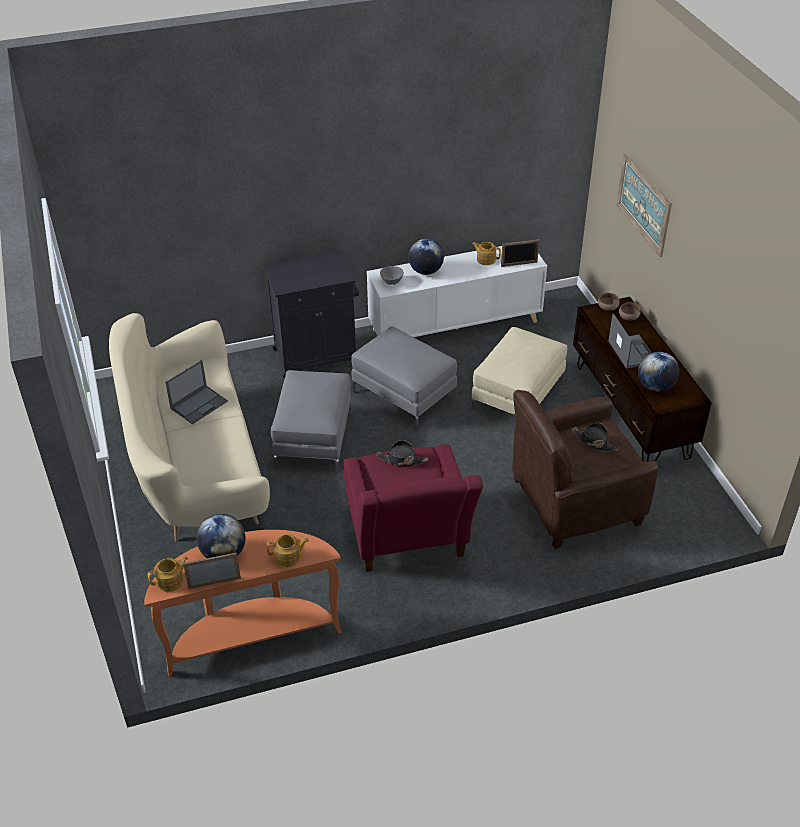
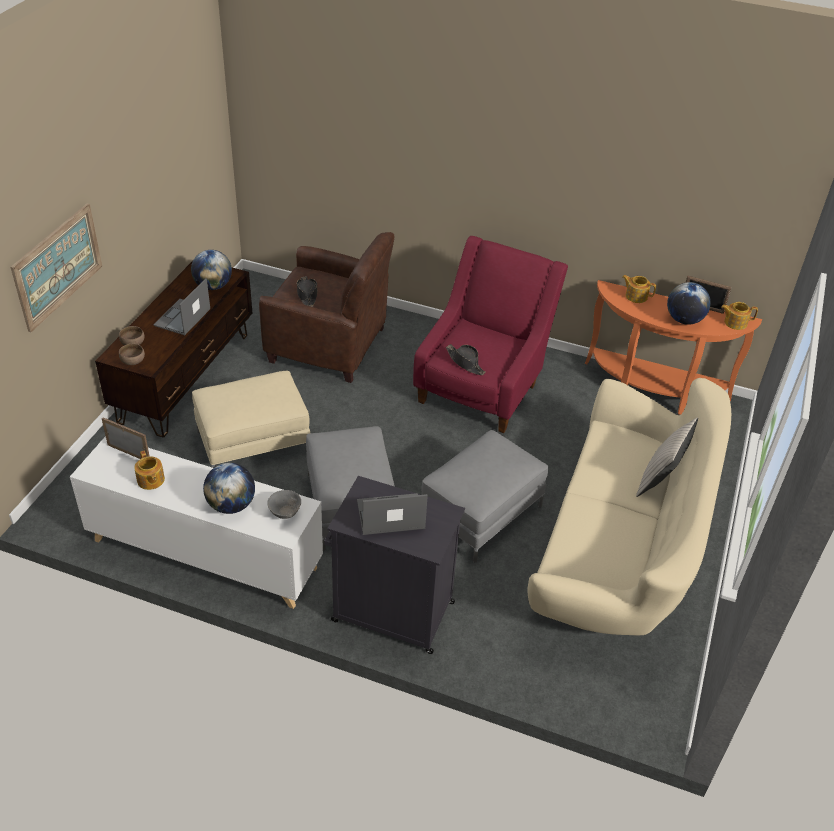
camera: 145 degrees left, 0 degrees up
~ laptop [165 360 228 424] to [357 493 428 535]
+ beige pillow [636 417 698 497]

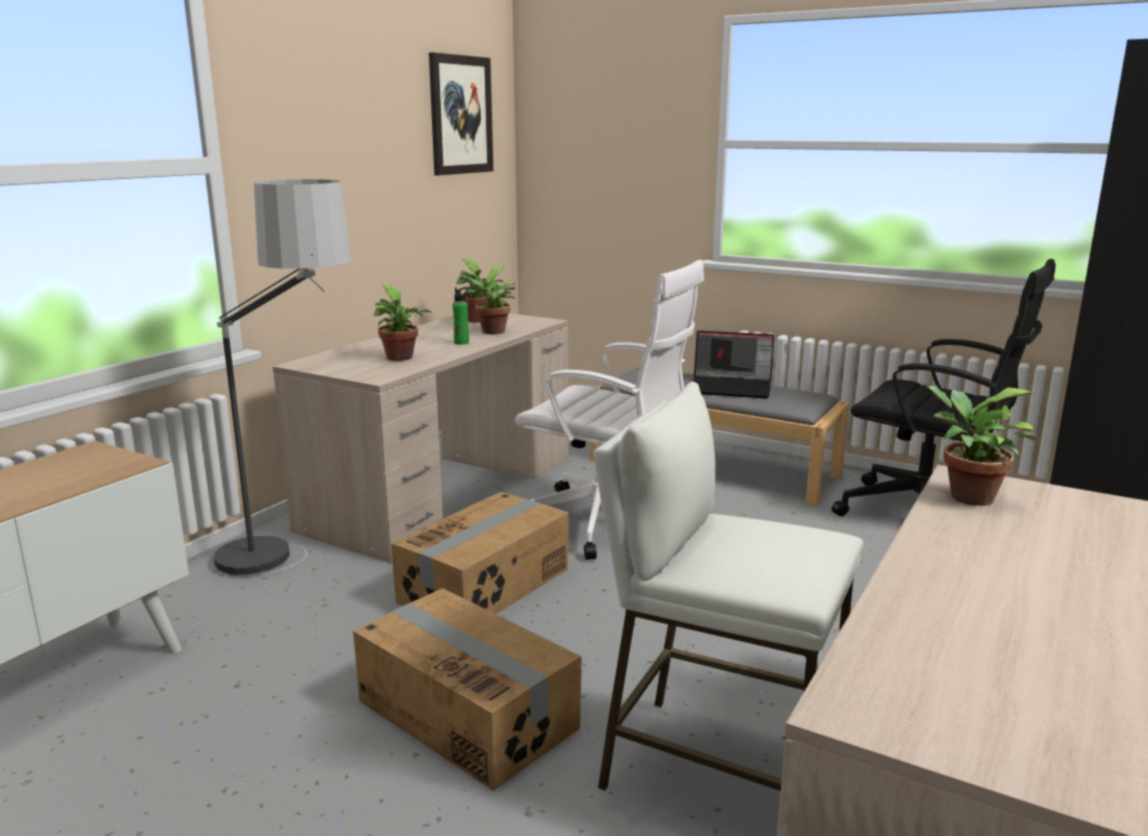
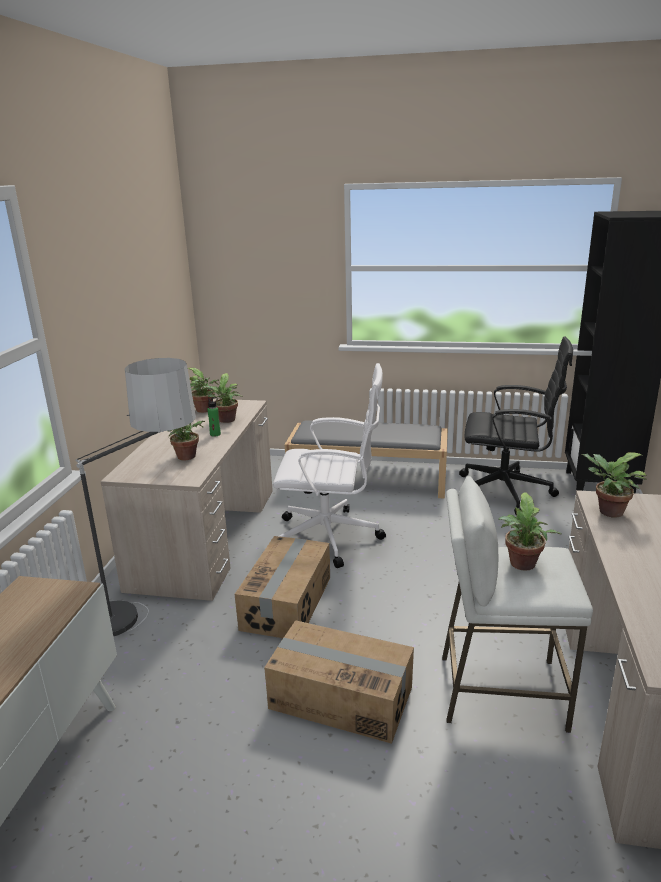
camera: 20 degrees left, 5 degrees up
- picture [429 52 493 176]
- laptop [692 331 775 399]
+ potted plant [498 492 561 571]

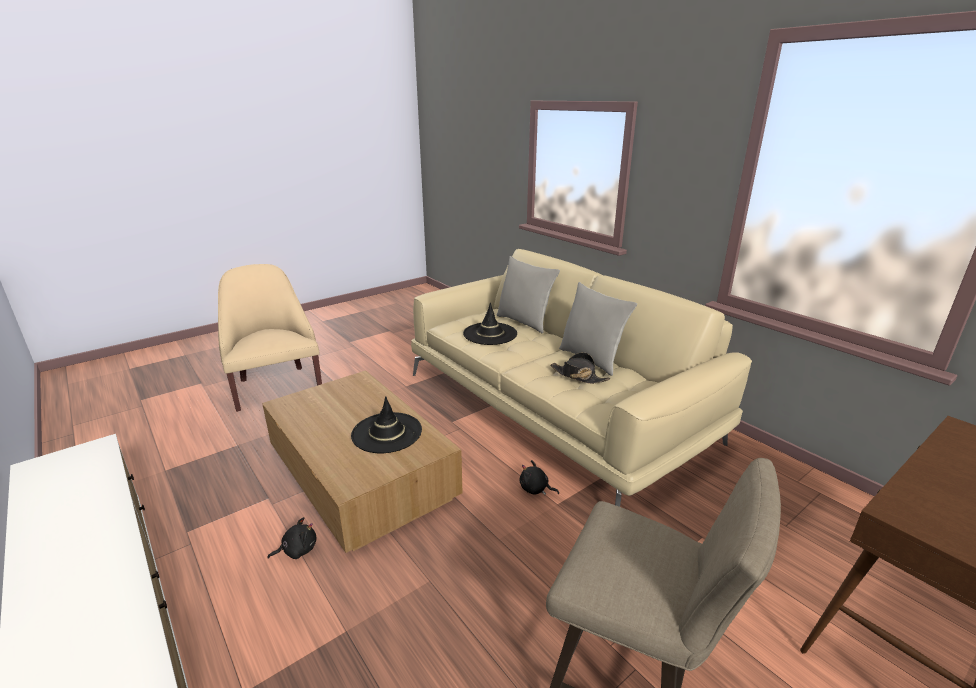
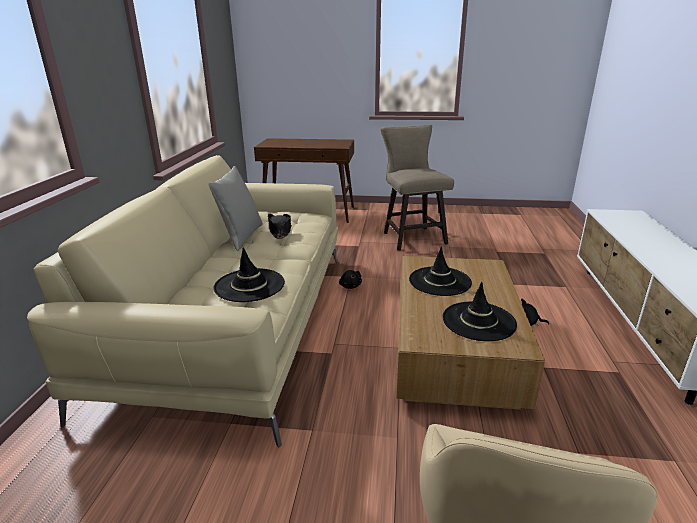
camera: 135 degrees left, 0 degrees up
- grey pillow [497 256 560 333]
+ black hat [443 282 517 341]

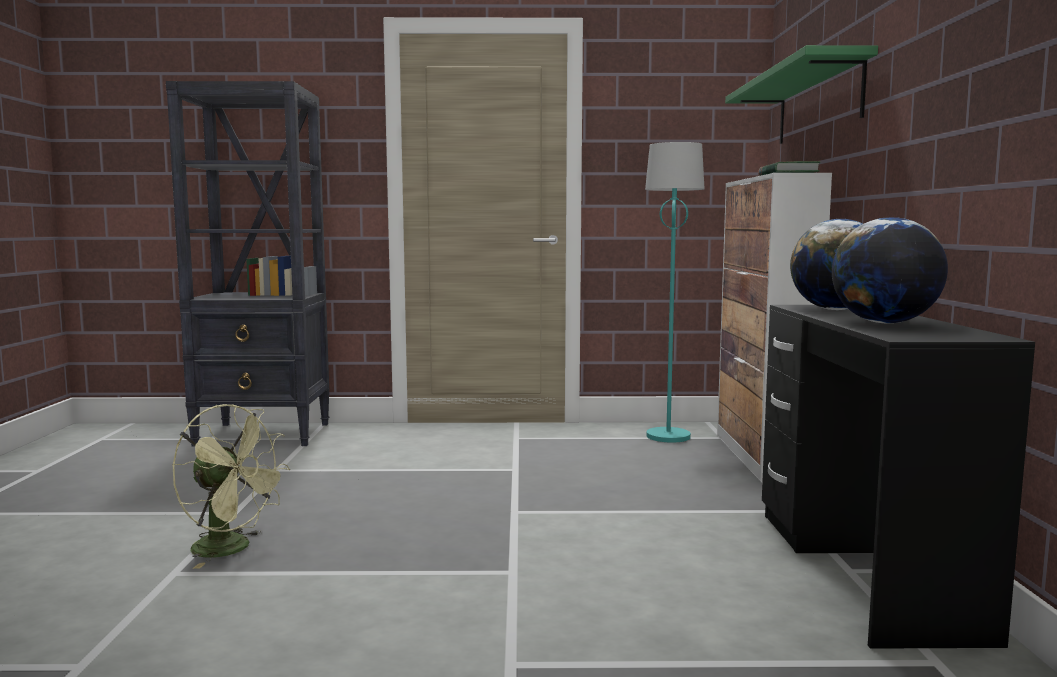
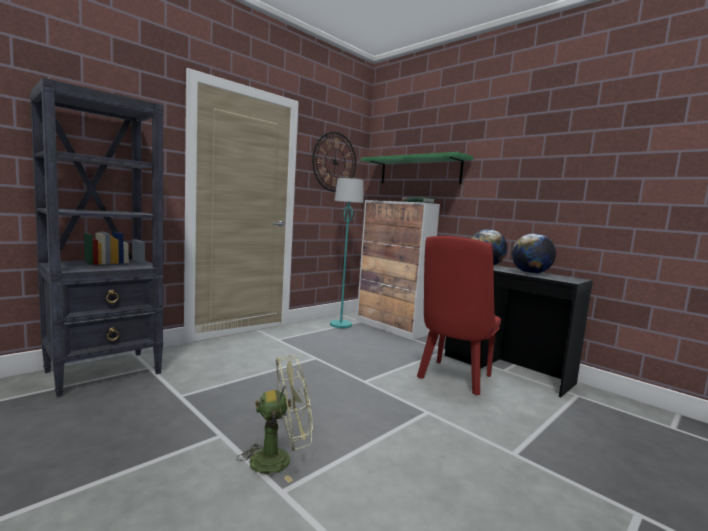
camera: 45 degrees left, 0 degrees up
+ wall clock [312 132 356 192]
+ red chair [417 236 501 395]

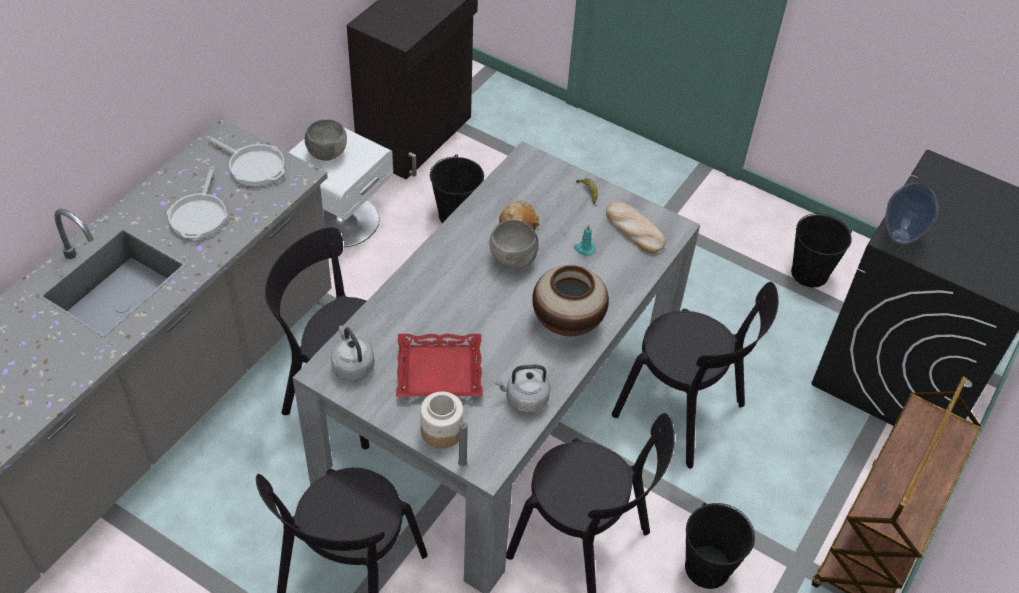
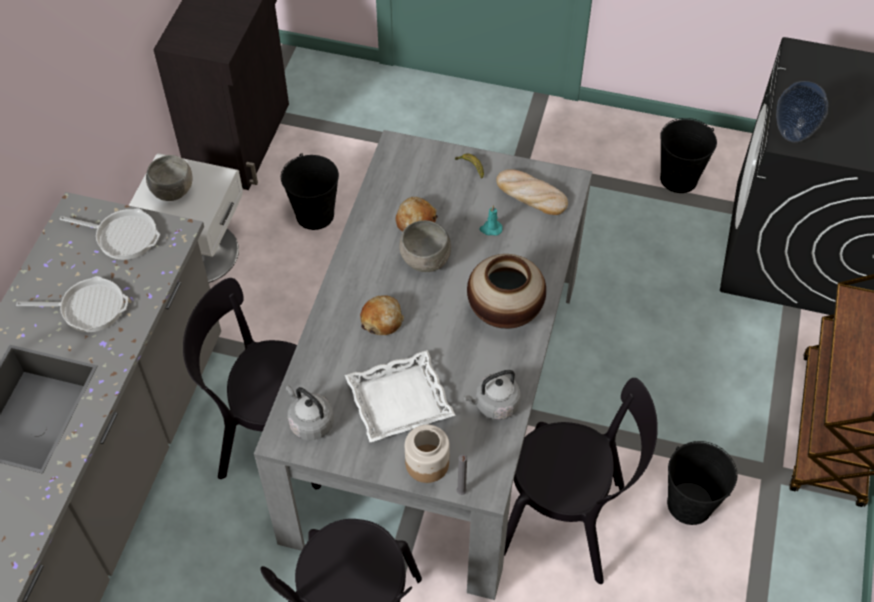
camera: 15 degrees left, 5 degrees up
~ frying pan [167 166 228 239] = [16 276 128 332] 75 degrees counterclockwise
- black chair [612 282 779 469]
~ red tray [396 334 483 397] to white tray [345 350 456 442]
+ bread [360 295 404 335]

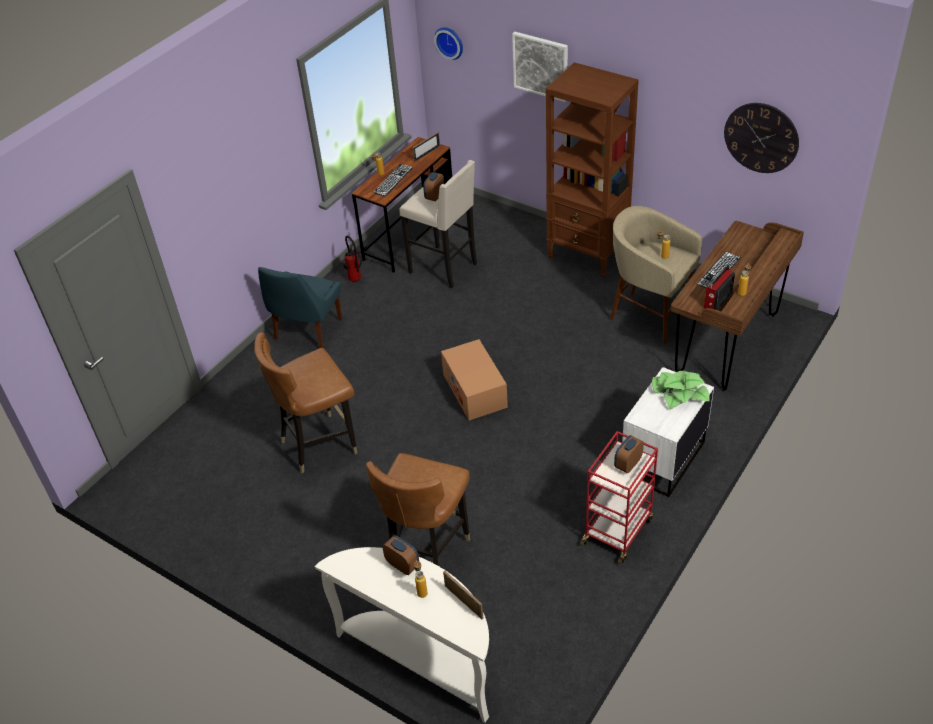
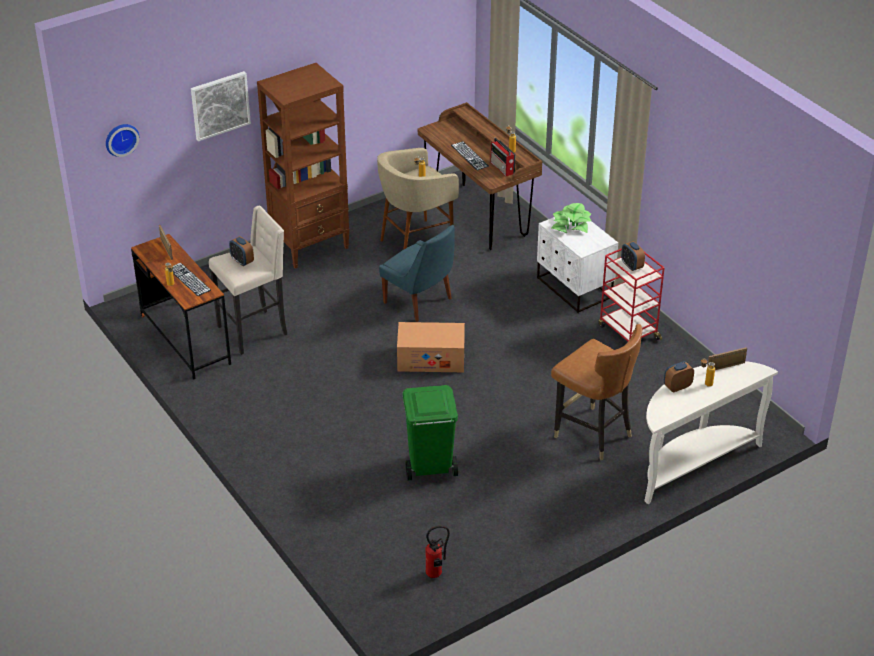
camera: 70 degrees left, 5 degrees down
- wall clock [724 103 799 173]
~ fire extinguisher [343 235 362 283] to [425 525 450 578]
~ blue chair [258 267 342 348] to [379 225 455 322]
~ brown chair [254 332 357 474] to green trash can [402 385 458 481]

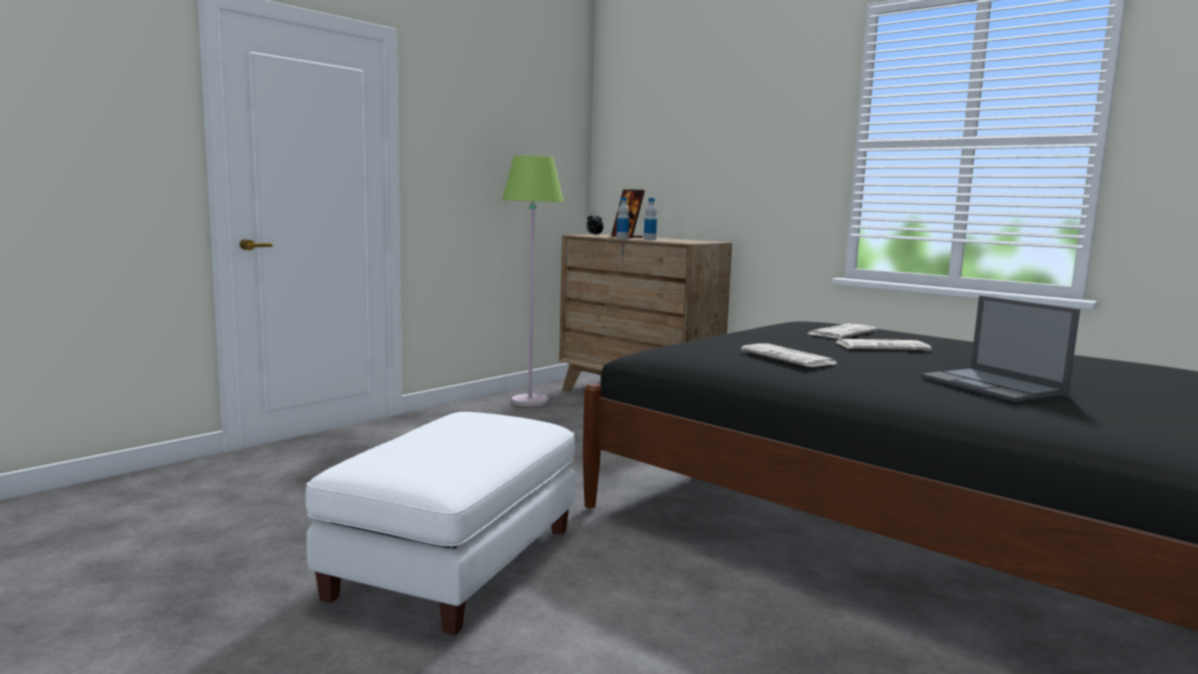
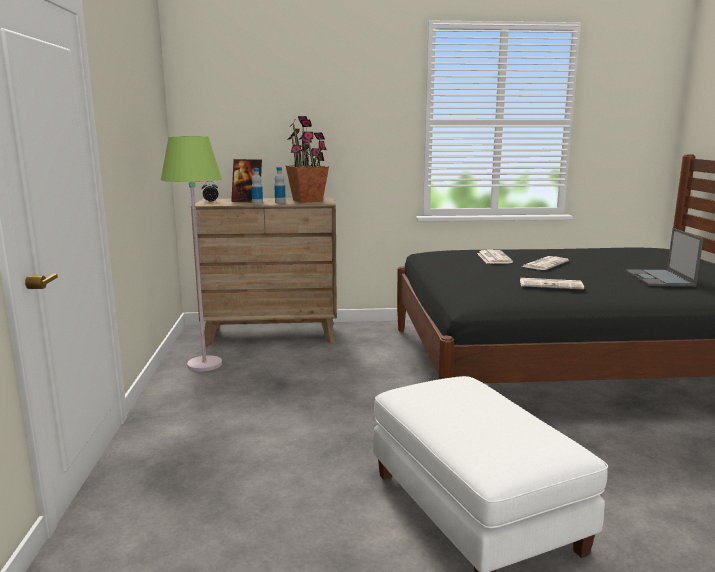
camera: 45 degrees left, 5 degrees up
~ laptop [920 296 1080 402] = [625 228 703 287] 75 degrees clockwise
+ potted plant [286 116 329 203]

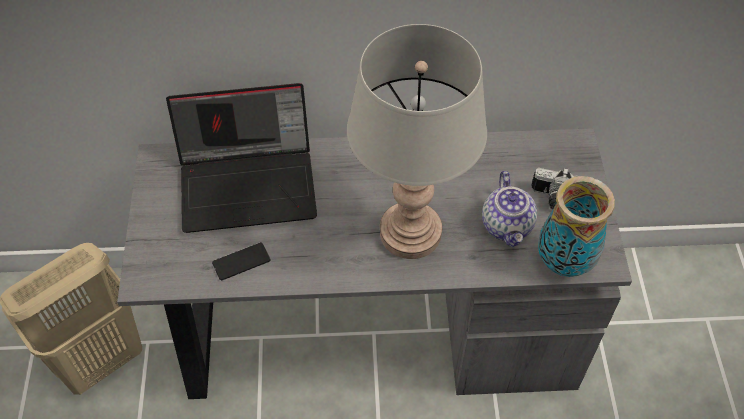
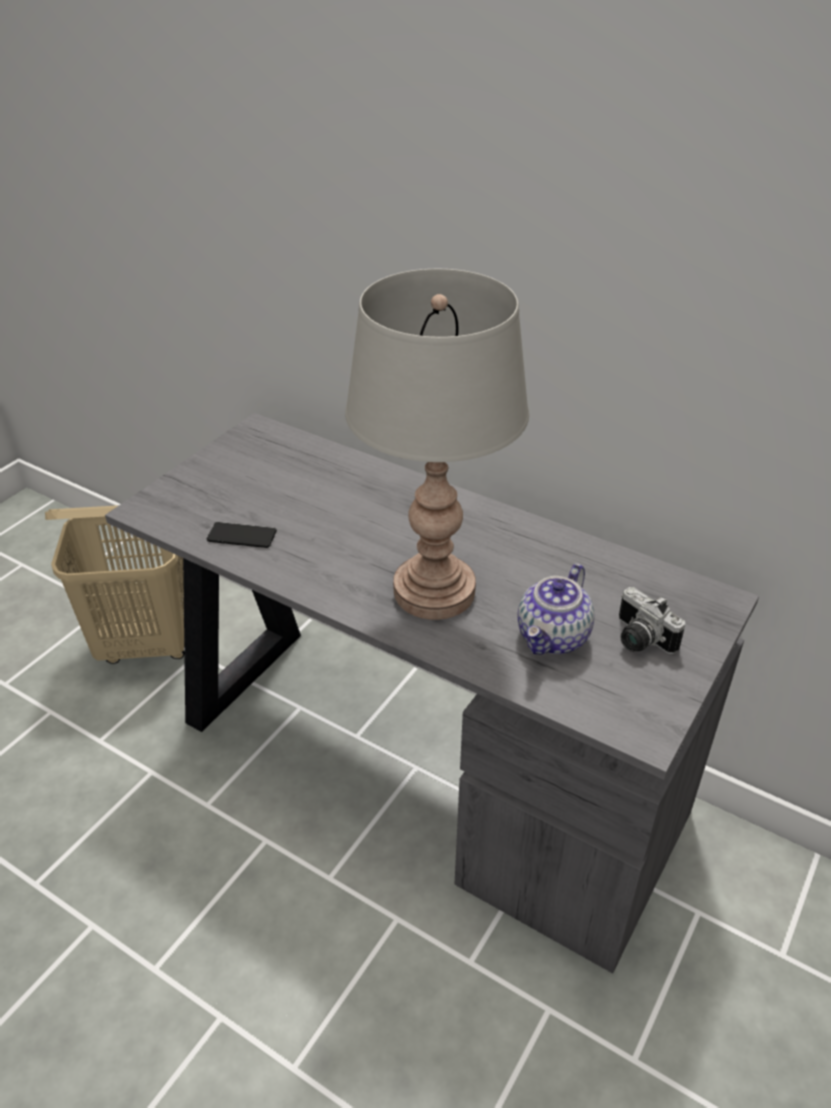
camera: 35 degrees right, 15 degrees down
- laptop [166 83 317 233]
- vase [538 176 615 277]

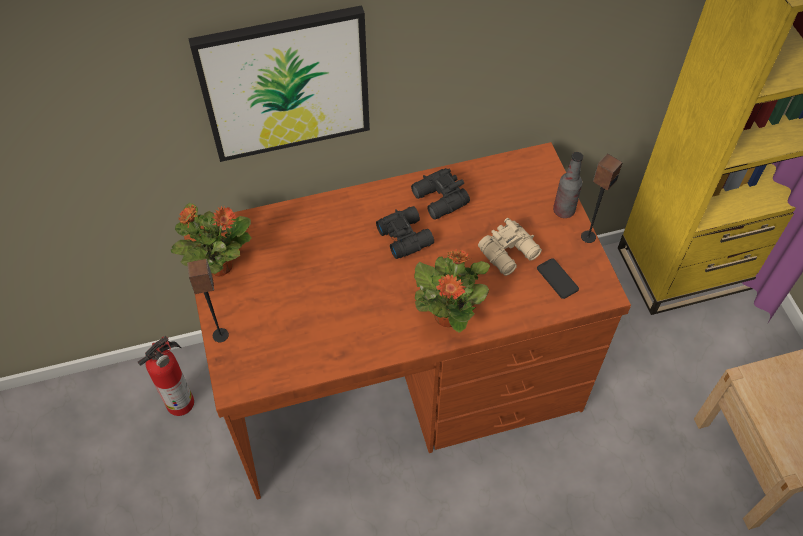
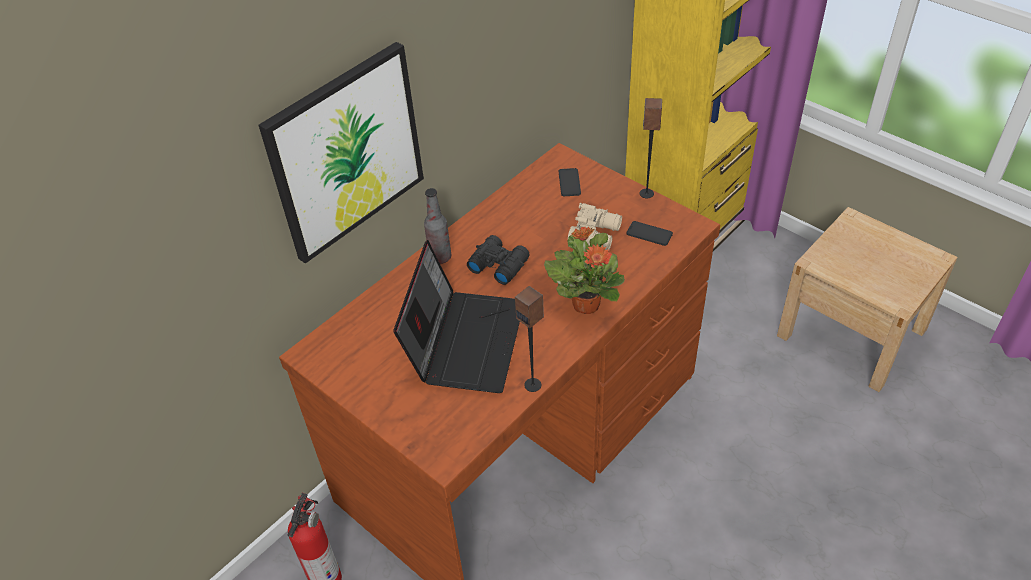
camera: 30 degrees left, 10 degrees down
~ bottle [553 152 583 218] to [424 188 451 264]
- black binoculars [411 168 470 220]
- potted plant [171 203 252 276]
~ speaker [187 259 229 342] to [515 286 544 392]
+ phone [559 168 581 196]
+ laptop [393 240 520 393]

